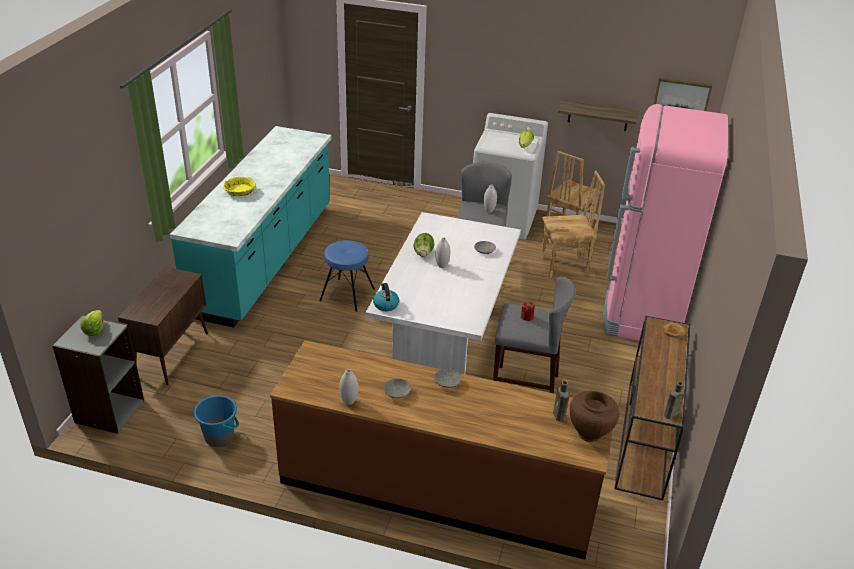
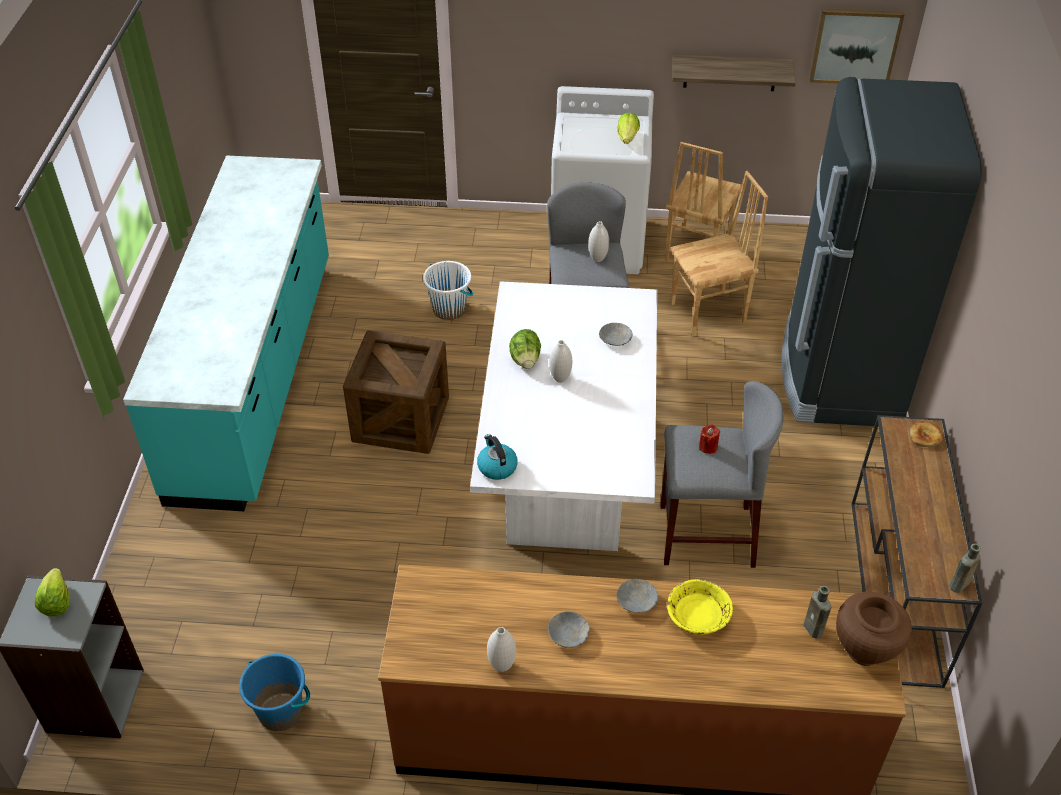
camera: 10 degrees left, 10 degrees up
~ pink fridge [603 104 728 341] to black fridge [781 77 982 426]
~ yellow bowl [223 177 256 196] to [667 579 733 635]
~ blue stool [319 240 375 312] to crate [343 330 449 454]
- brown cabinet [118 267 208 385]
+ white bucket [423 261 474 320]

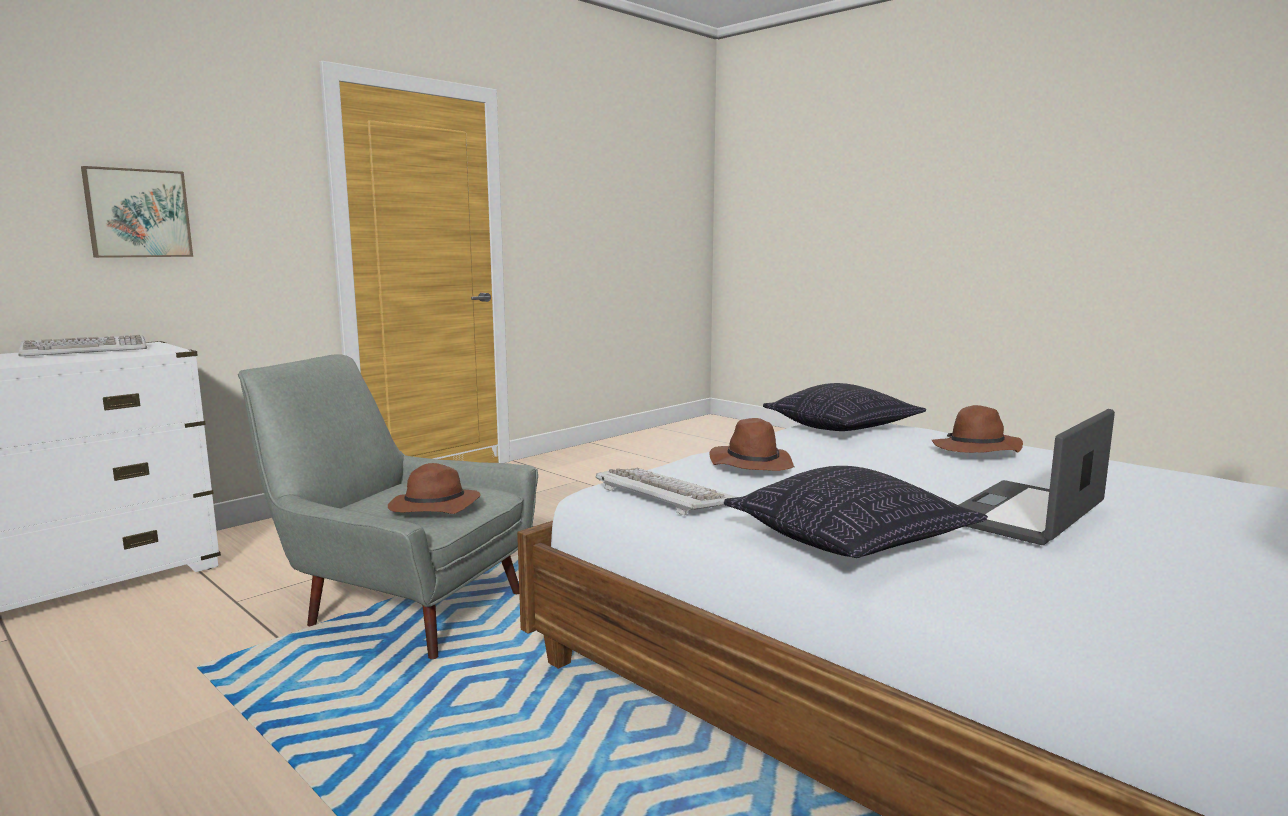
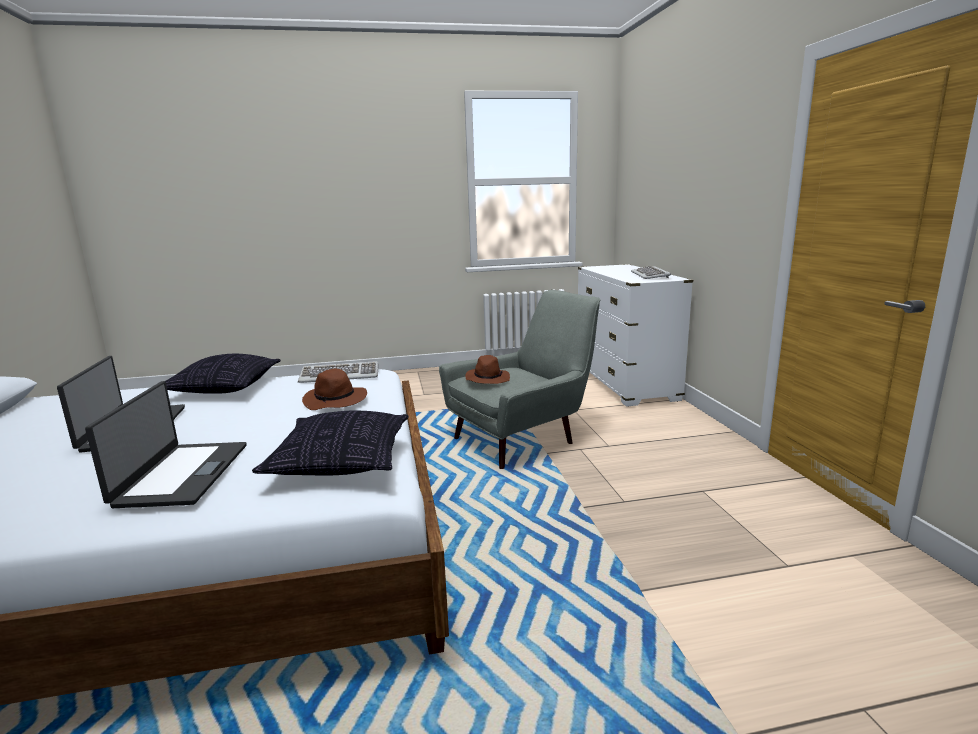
camera: 125 degrees right, 5 degrees up
- picture [81 166 193 258]
~ brown hat [932 405 1023 453] to laptop [85 381 246 508]

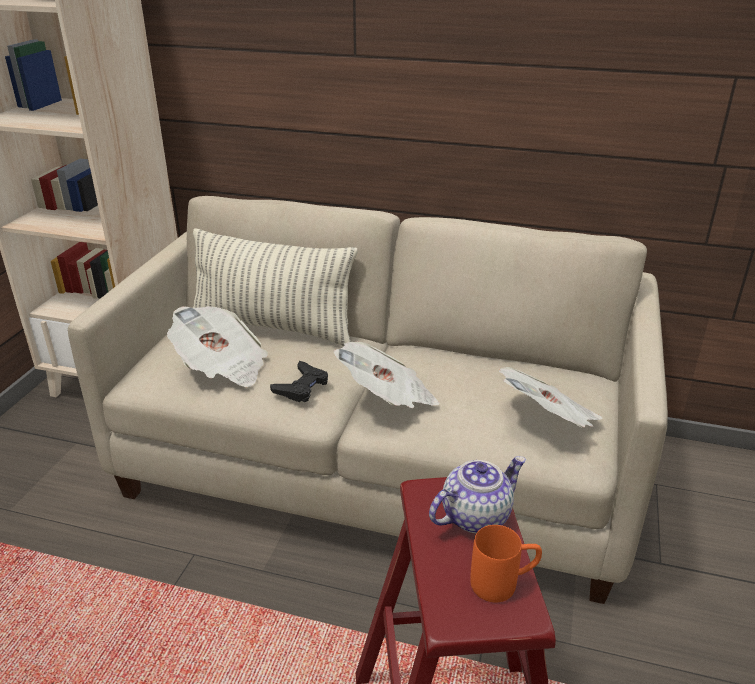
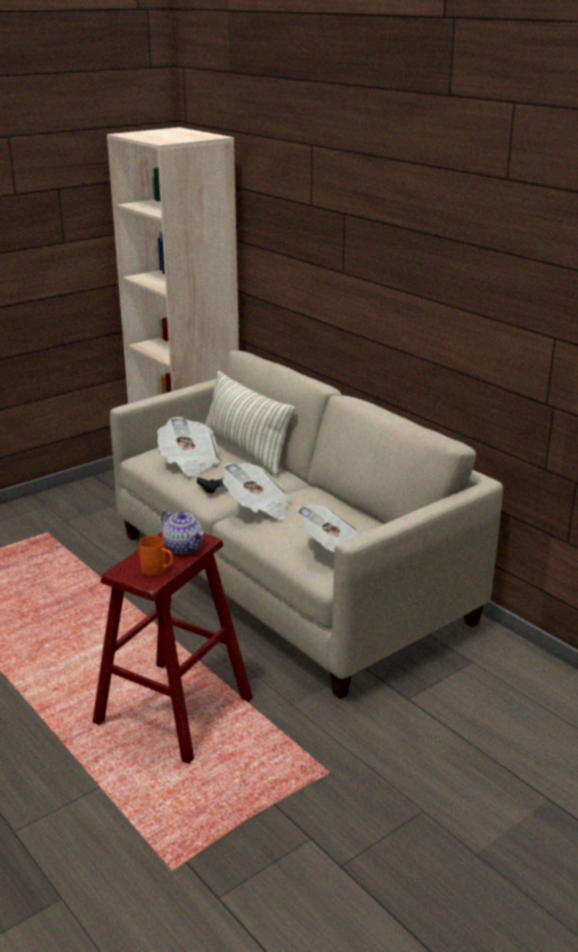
camera: 35 degrees right, 5 degrees down
~ teapot [429 456 526 534] = [161 510 204 554] 45 degrees clockwise

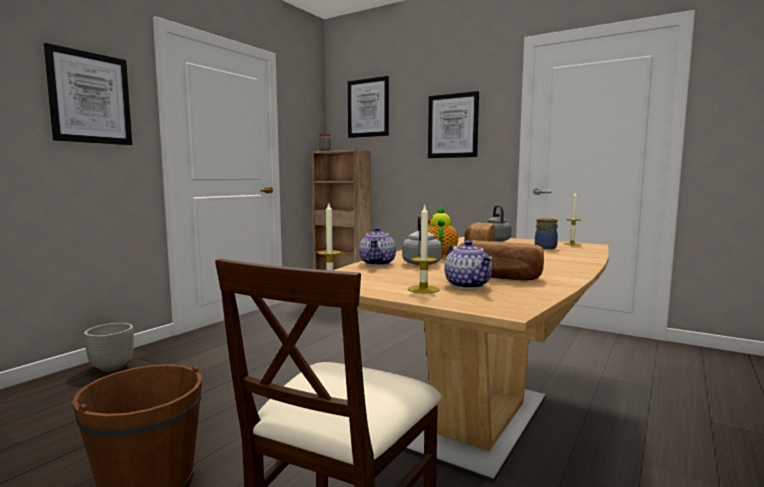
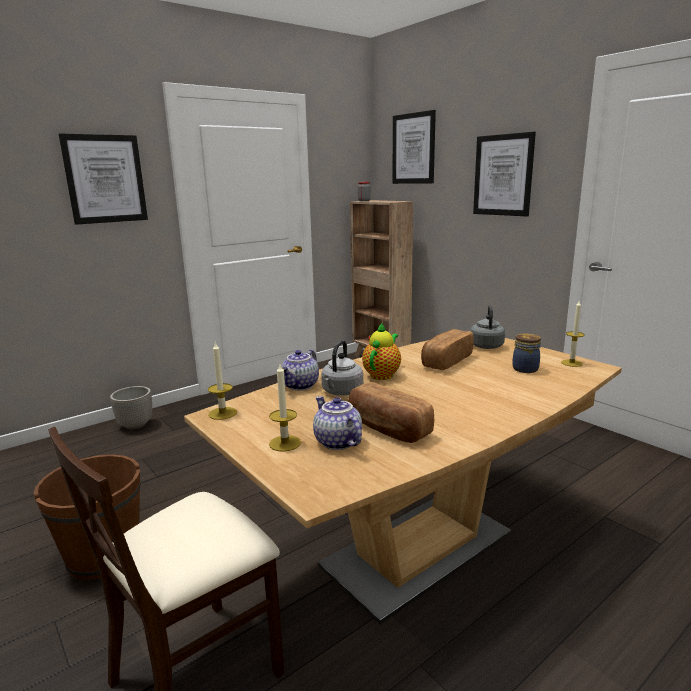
camera: 20 degrees right, 10 degrees up
~ teapot [444 240 493 289] = [313 396 362 450] 150 degrees clockwise

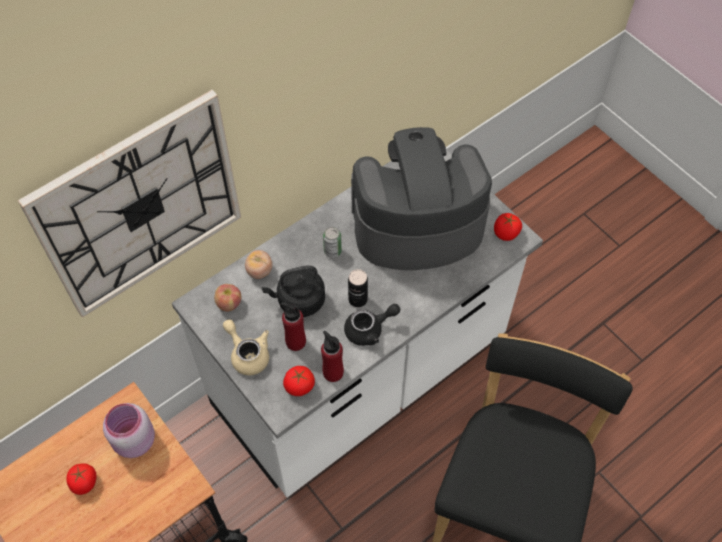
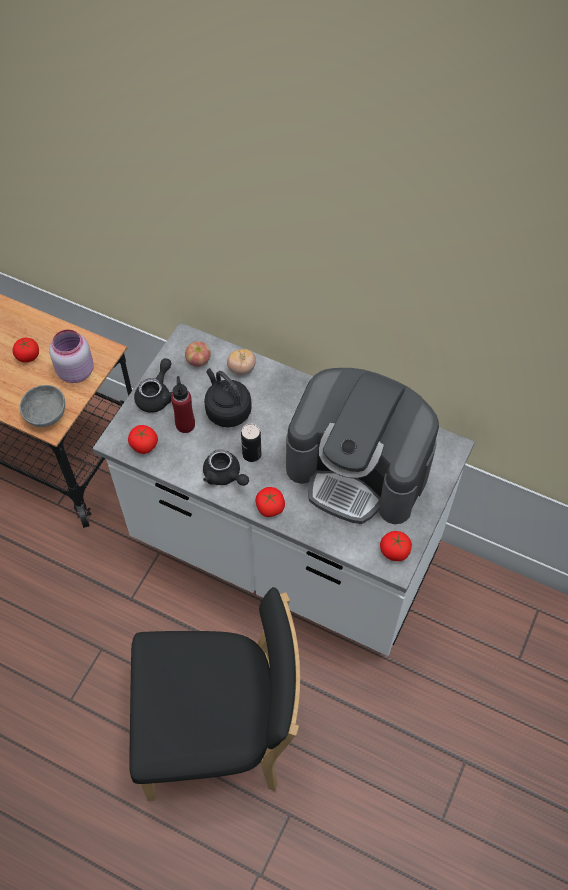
camera: 65 degrees right, 0 degrees up
- wall clock [18 90 241 318]
~ coffee machine [351 127 492 270] = [286 368 439 524] 150 degrees clockwise
- can [323 227 342 258]
~ beige teapot [223 319 269 375] to black teapot [134 358 173 413]
- red bottle [321 331 344 382]
+ grey bowl [20 385 65 427]
+ tomato [255 487 285 517]

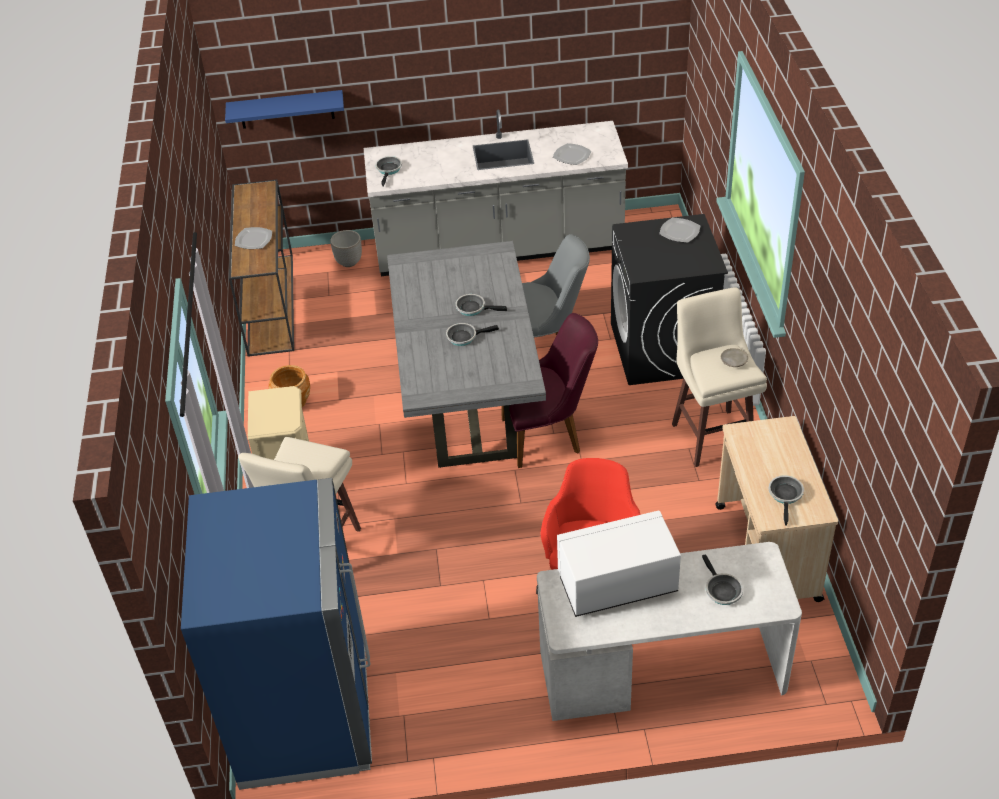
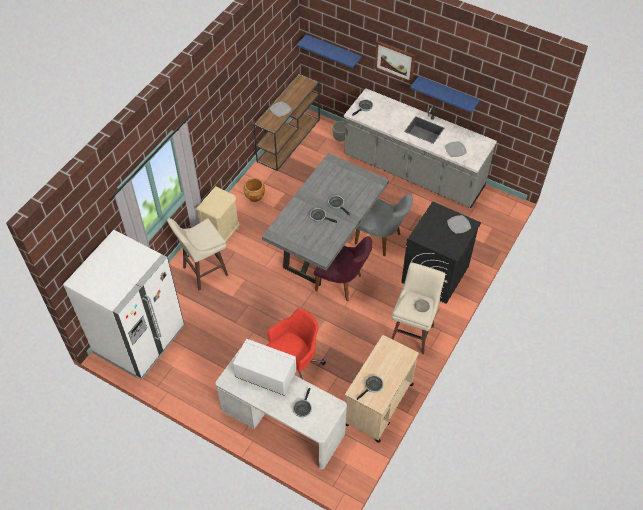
camera: 35 degrees right, 10 degrees up
~ blue fridge [181 478 372 790] to white fridge [63 230 184 380]
+ picture [375 41 415 83]
+ blue shelf [410 76 480 113]

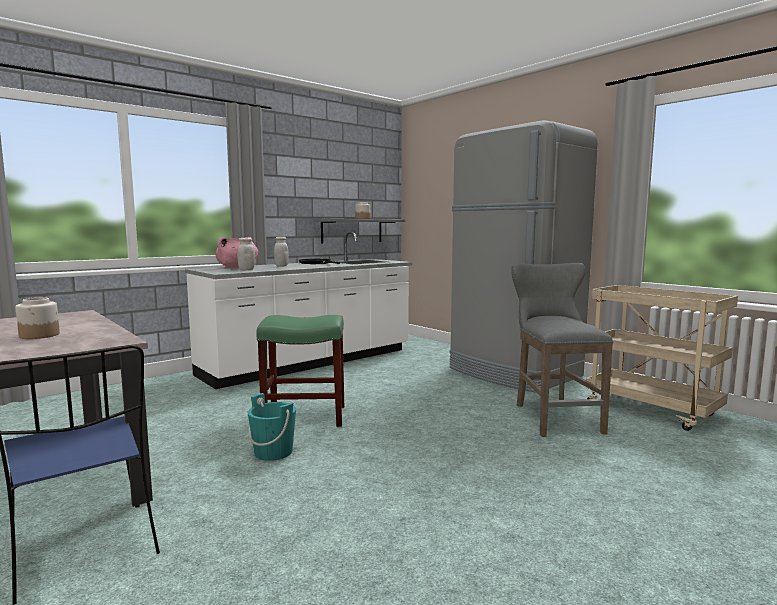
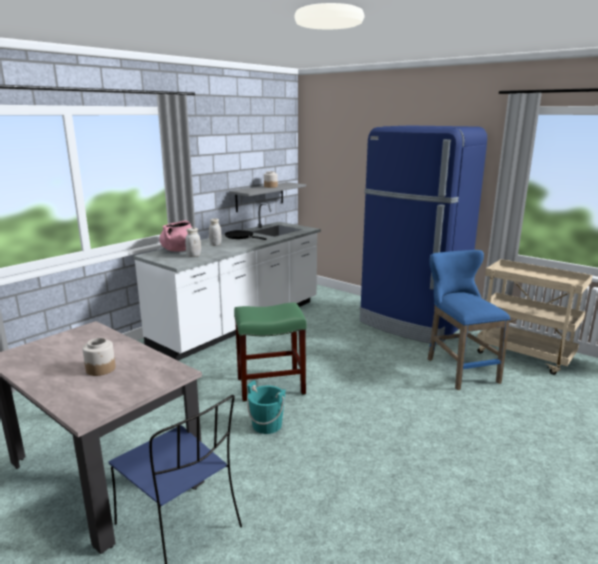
camera: 10 degrees left, 10 degrees up
~ grey fridge [449 120 597 393] to blue fridge [359 125 487 345]
~ grey stool [511 263 613 437] to blue stool [428 250 510 390]

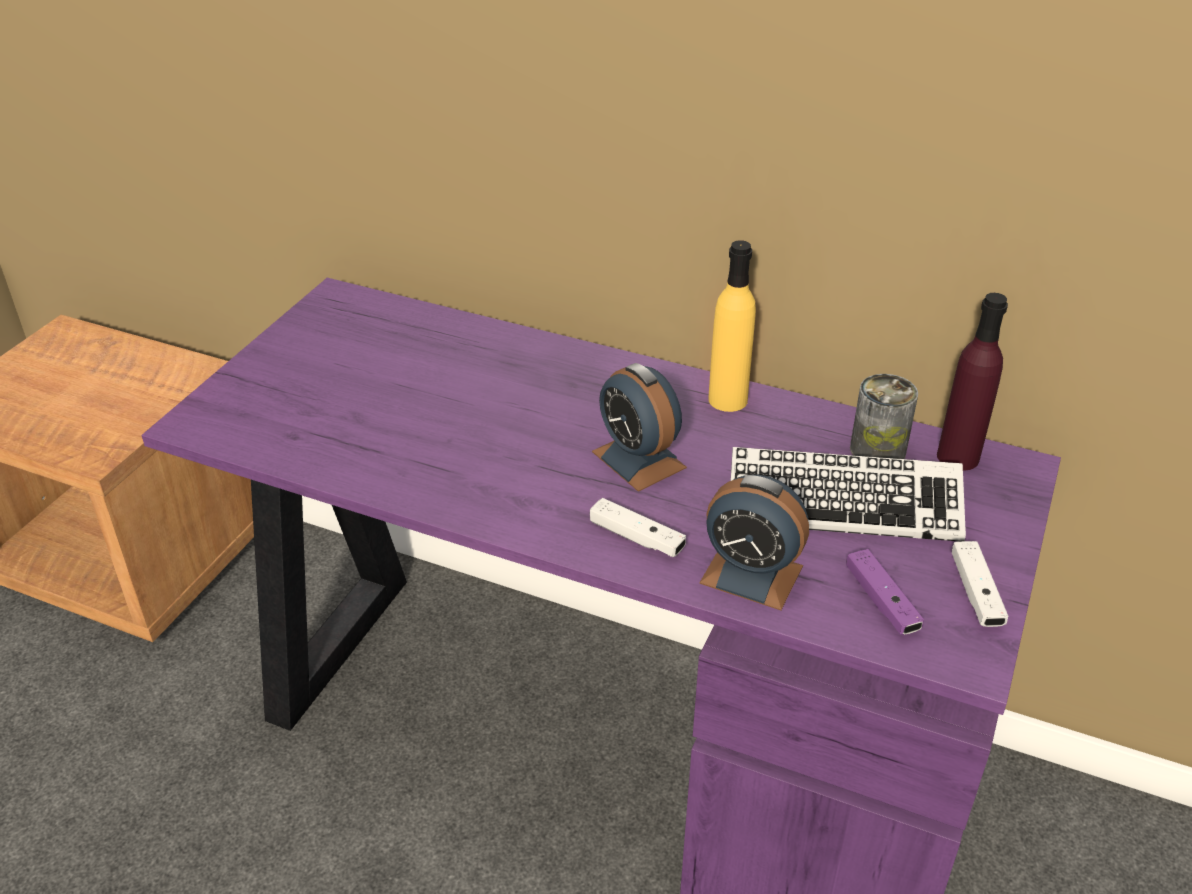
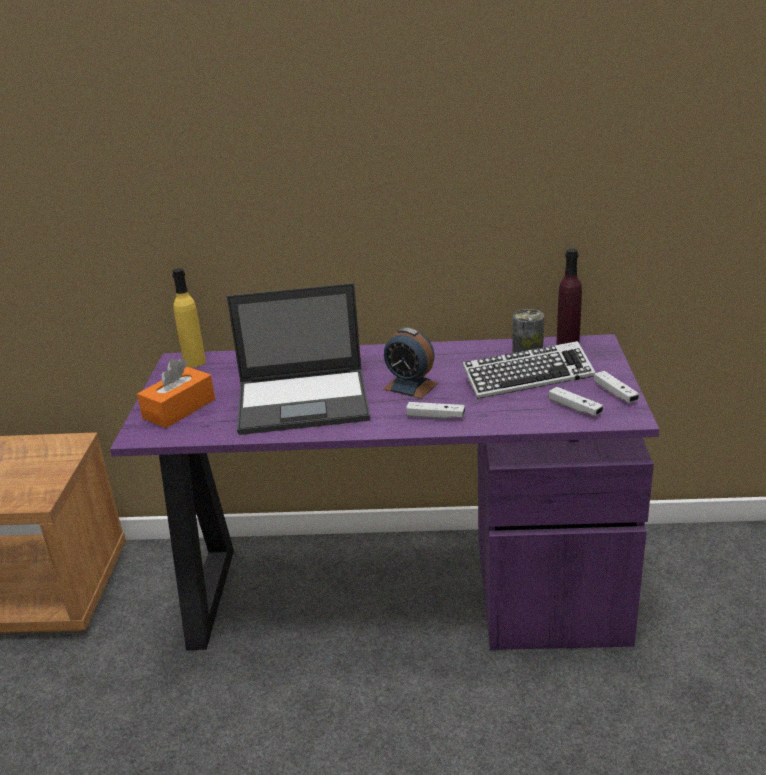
camera: 20 degrees left, 10 degrees down
~ yellow bottle [708 240 756 412] to [172 268 206 368]
- alarm clock [699 475 809 610]
~ purple game controller [846 549 924 635] to white game controller [549 387 603 416]
+ laptop [227 283 370 435]
+ orange tissue box [137 358 215 428]

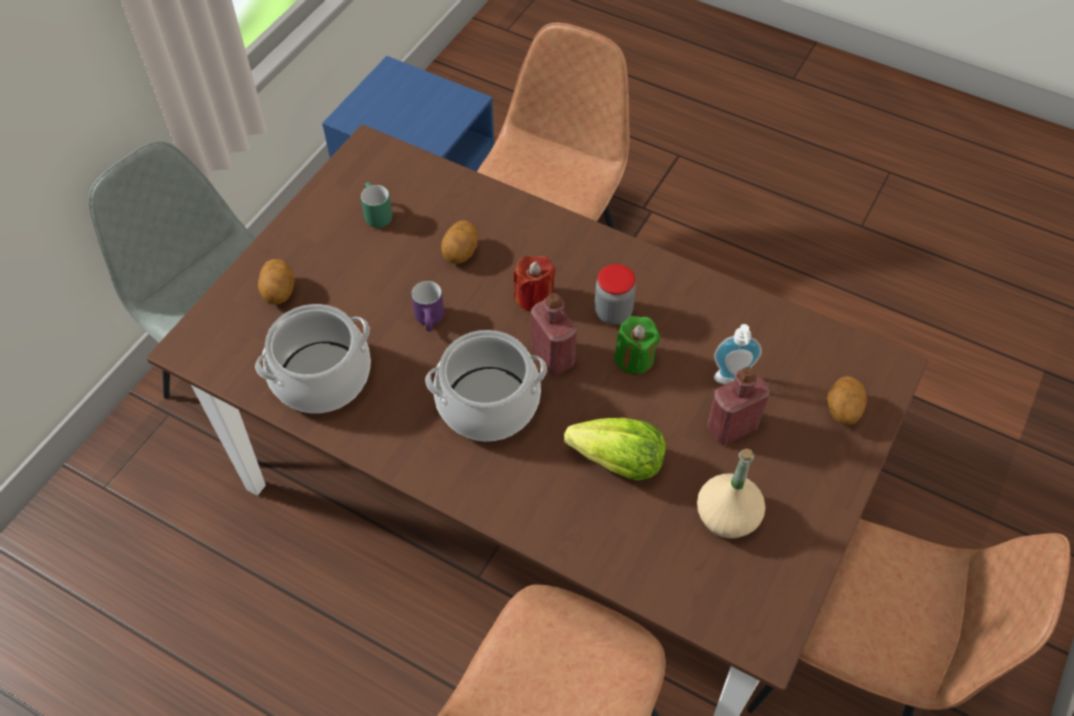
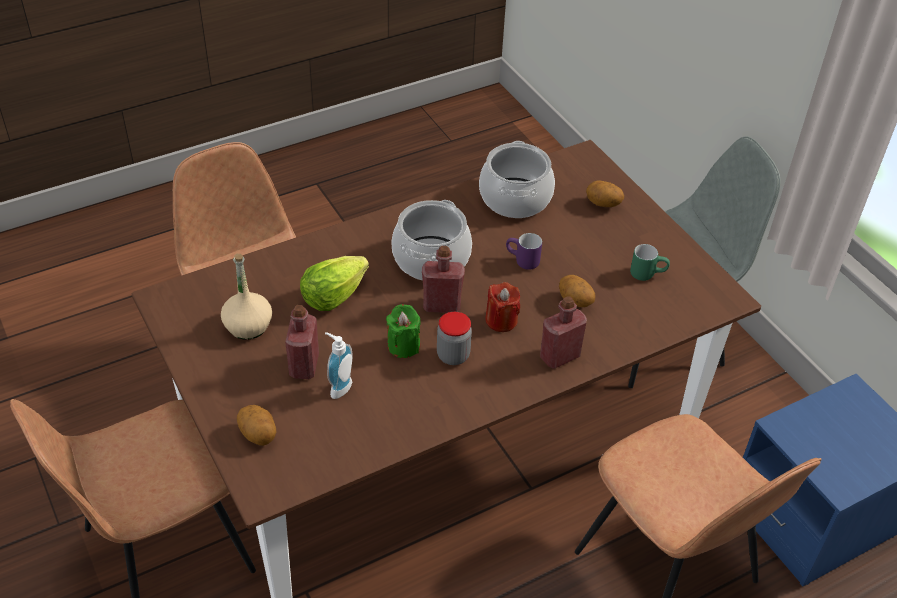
camera: 120 degrees right, 10 degrees down
+ red bottle [540 296 587 369]

